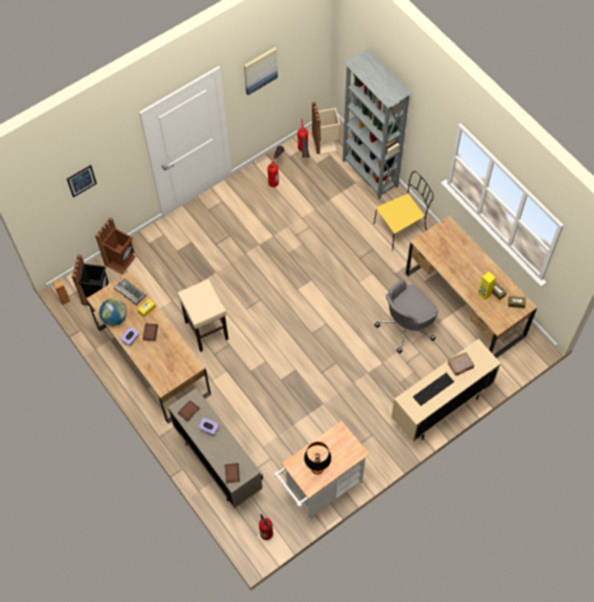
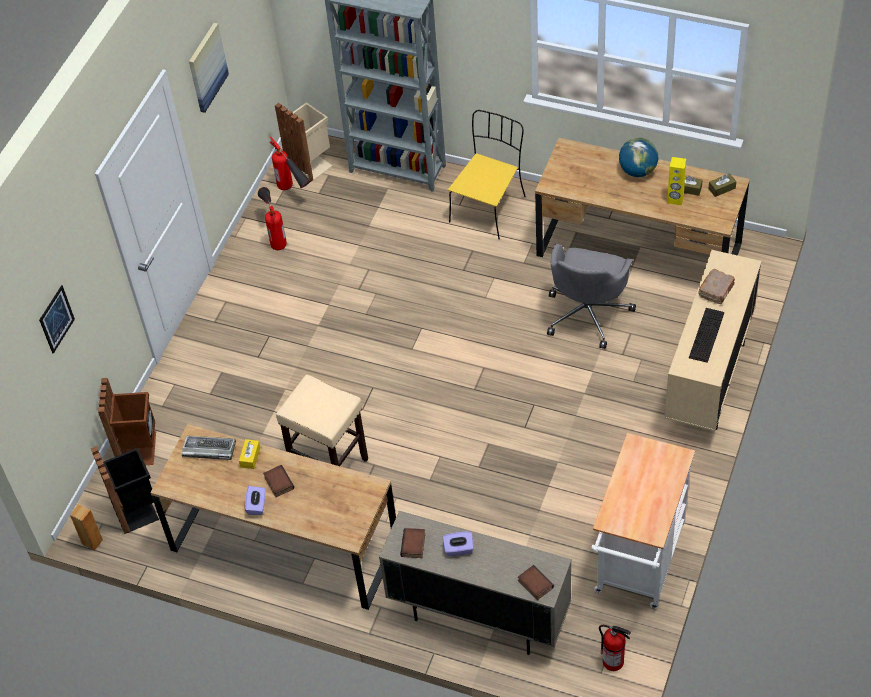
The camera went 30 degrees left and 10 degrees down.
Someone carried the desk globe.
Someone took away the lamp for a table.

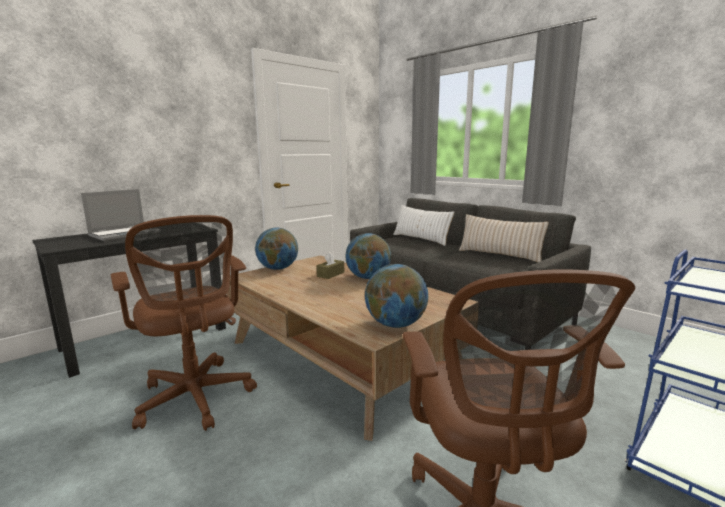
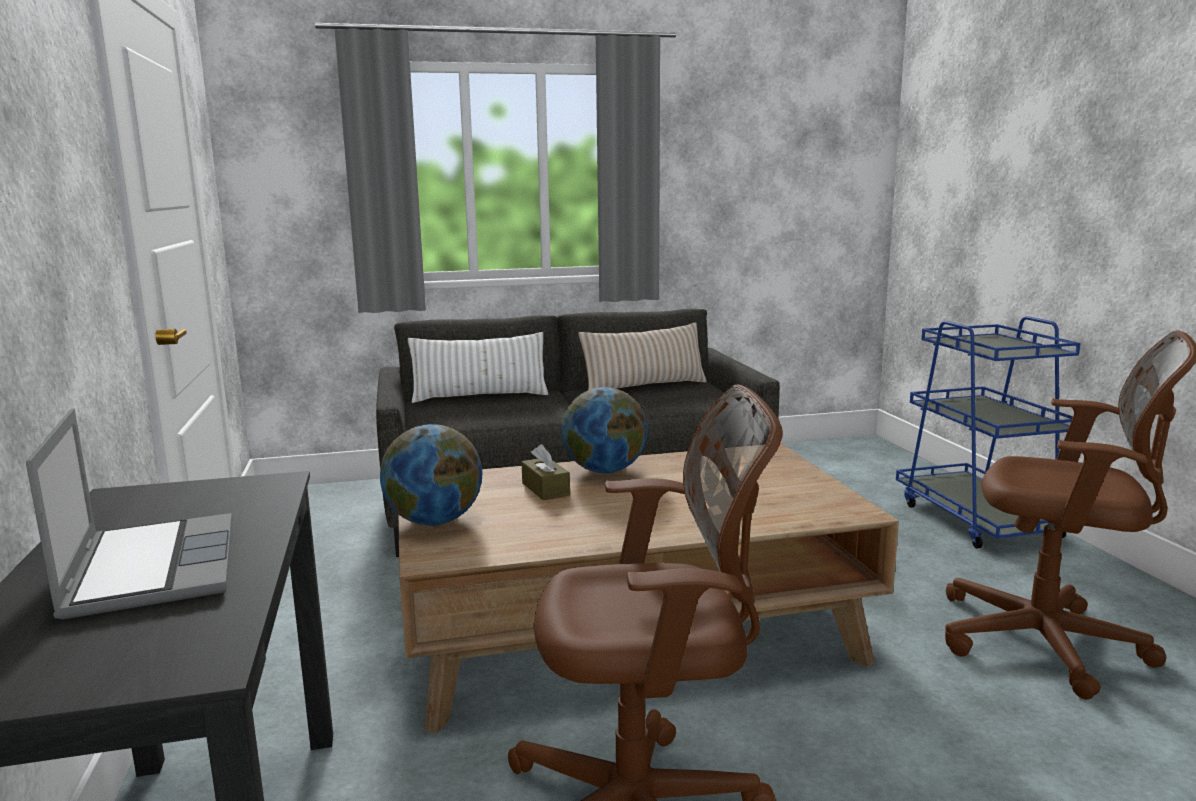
The camera went 60 degrees left and 0 degrees up.
Someone took away the desk globe (3rd from left).

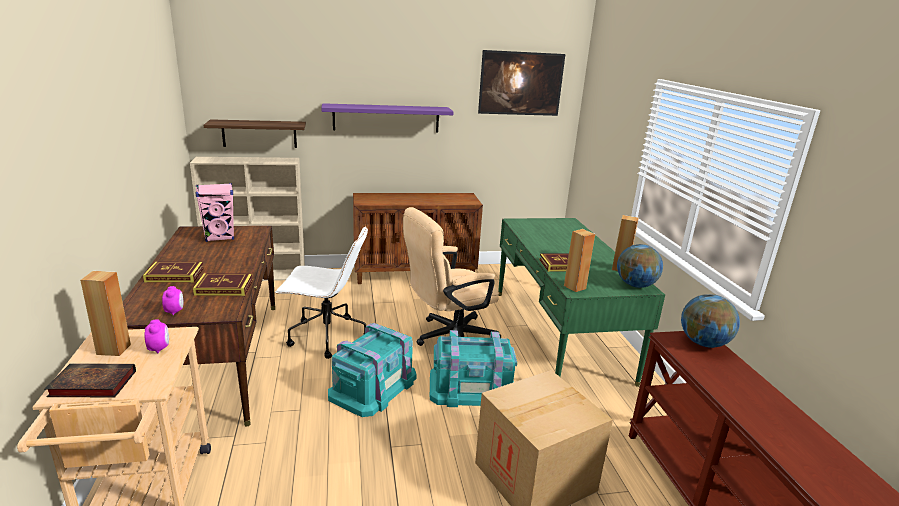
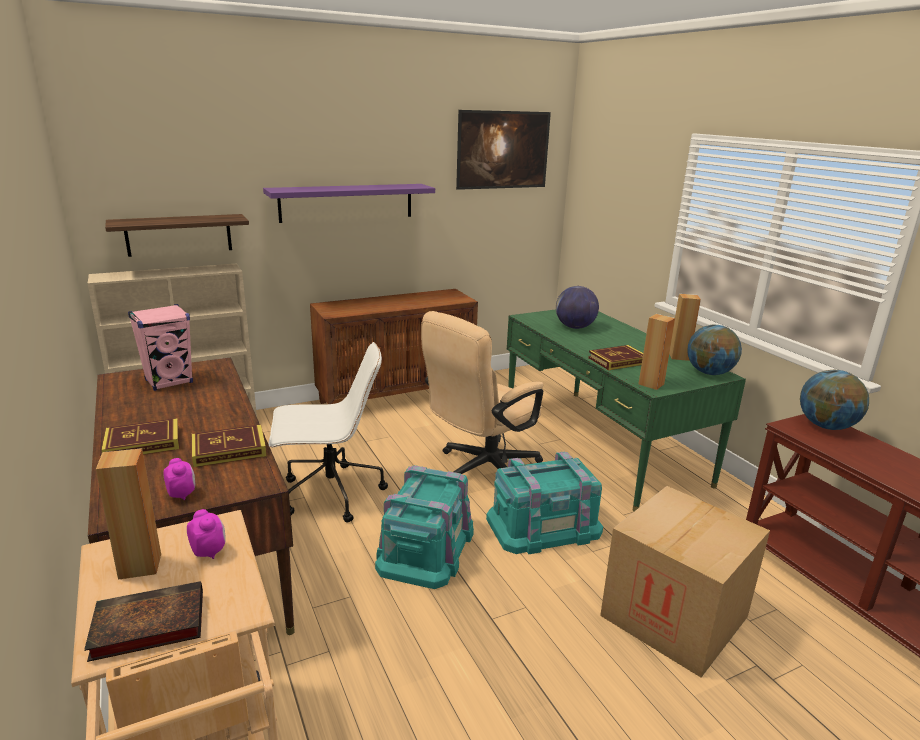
The camera went 15 degrees left and 0 degrees up.
Someone put down the desk globe (1st from left).

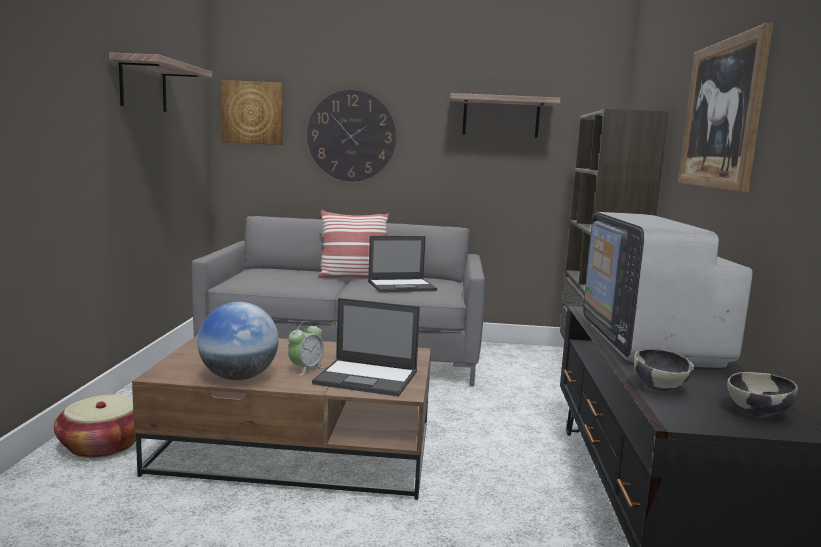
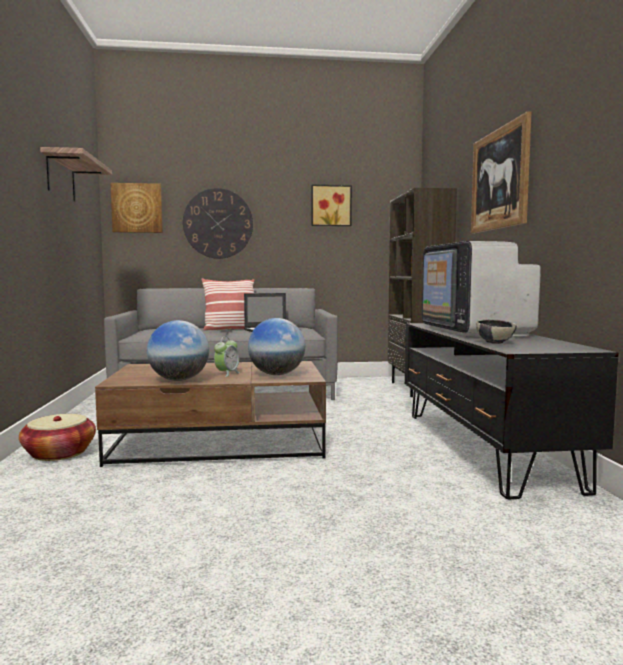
The camera went 10 degrees left and 5 degrees down.
Someone swapped the shelf (2nd from left) for the wall picture (2nd from left).
Someone swapped the portable computer (1st from left) for the desk globe (2nd from left).
Someone took away the serving bowl (2nd from left).

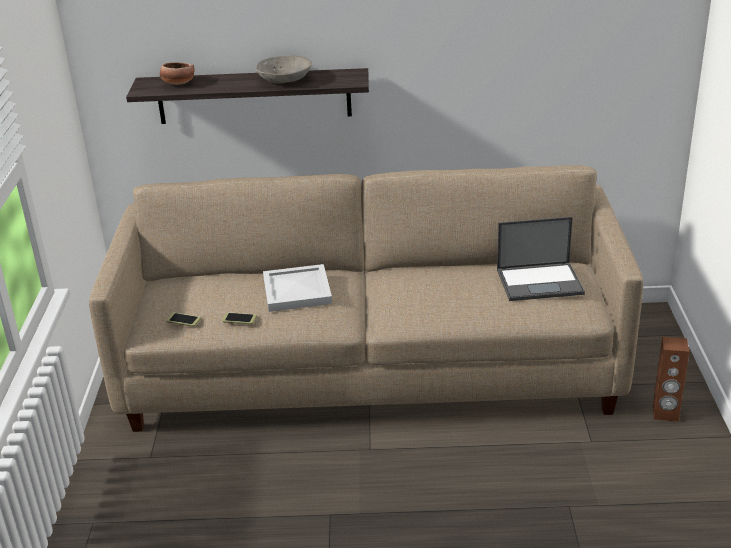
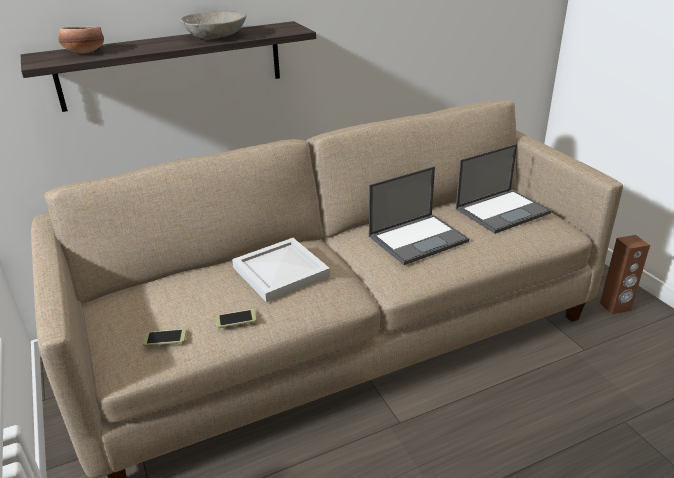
The camera went 25 degrees left and 0 degrees up.
Someone put down the portable computer (1st from left).

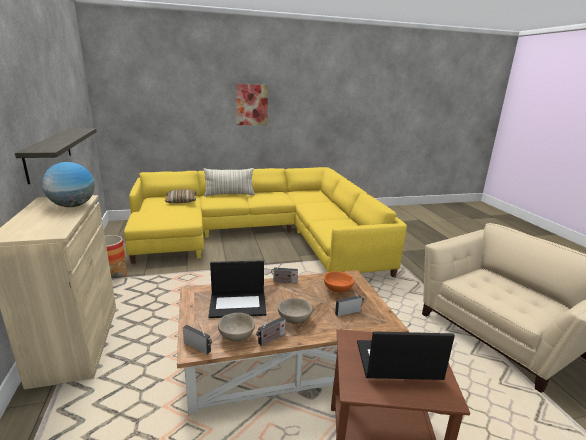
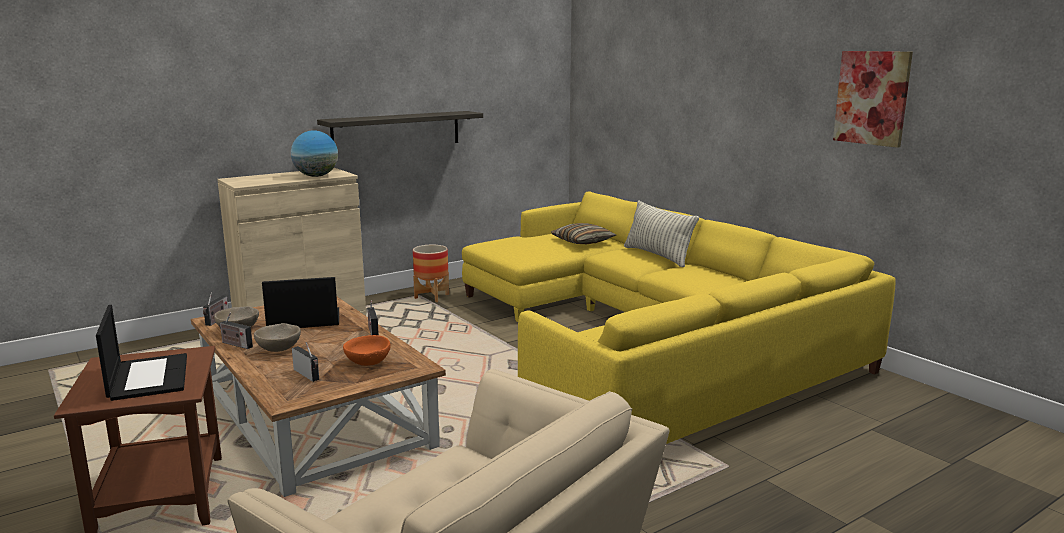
The camera went 70 degrees right and 5 degrees down.
Someone carried the wall picture.
Someone rotated the portable computer (1st from left in the first image) by 105 degrees clockwise.

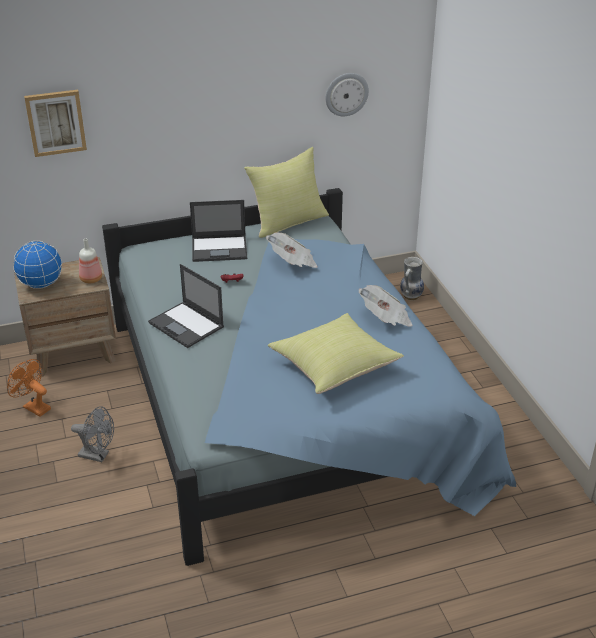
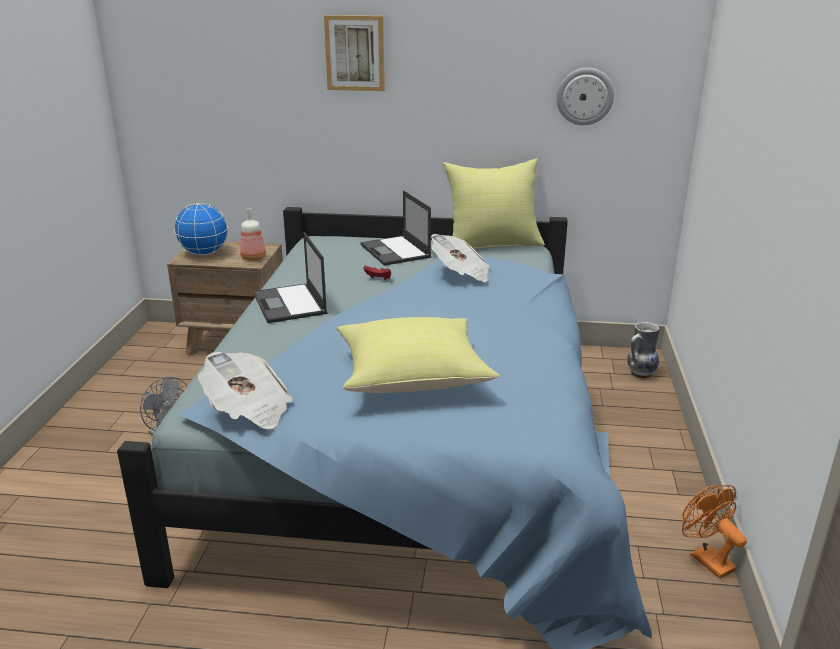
The camera went 25 degrees right and 10 degrees down.
Someone carried the wall picture.
Someone rotated the portable computer (2nd from left) by 45 degrees clockwise.
Someone carried the printed paper (2nd from left in the first image).
Someone carried the orange fan.

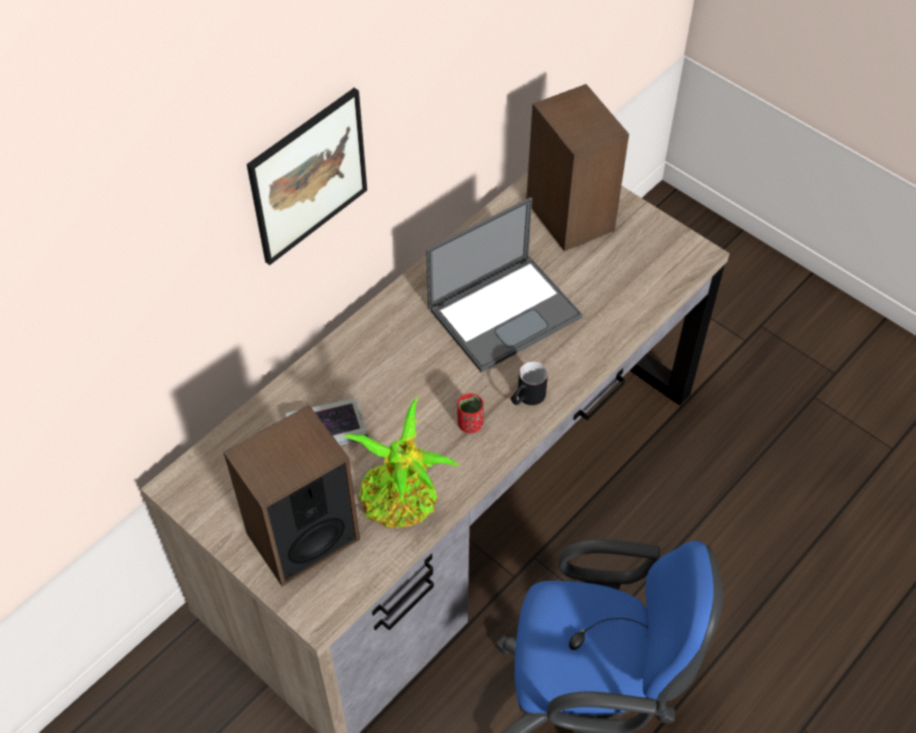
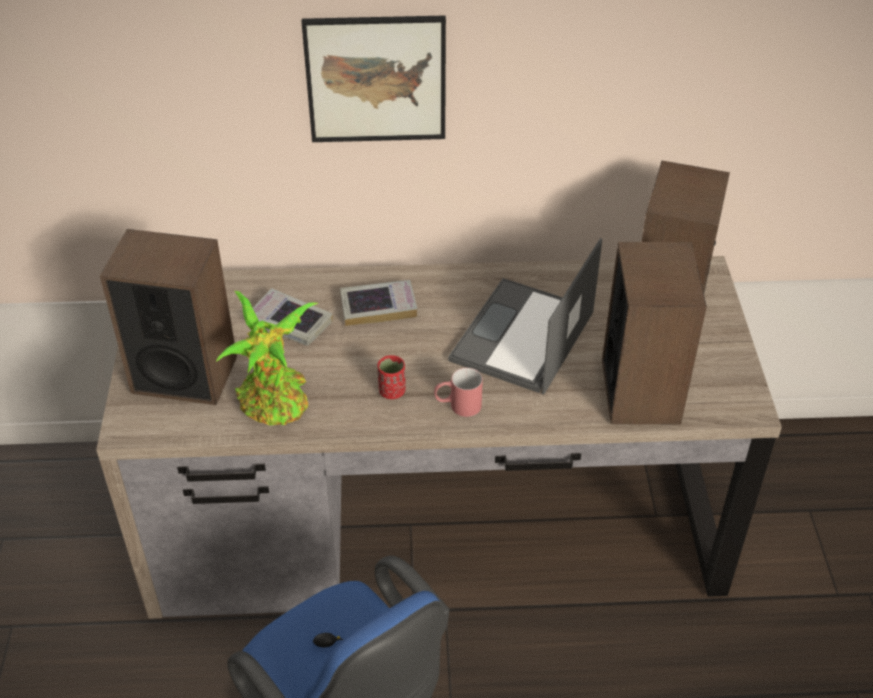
The camera went 45 degrees right and 10 degrees down.
Someone rotated the portable computer by 105 degrees clockwise.
Someone repainted the black-coloured mug, which became the reddish mug.
Someone put down the audio speaker (2nd from left).
Someone put down the book (2nd from left).

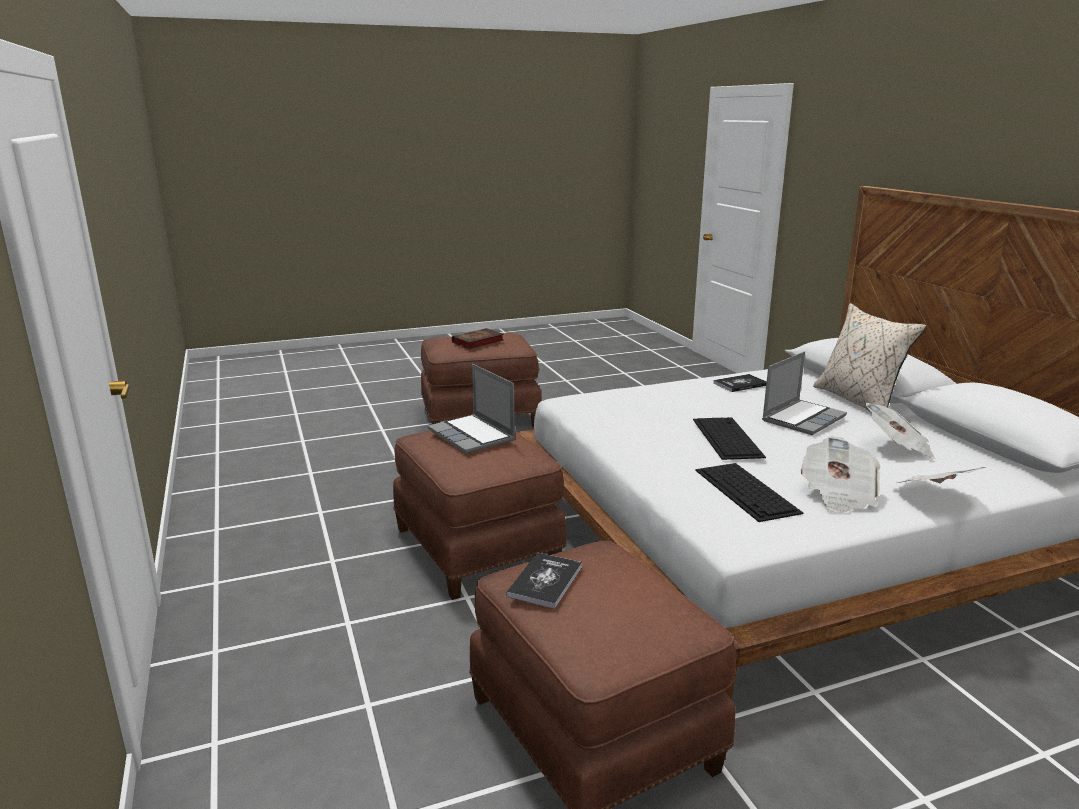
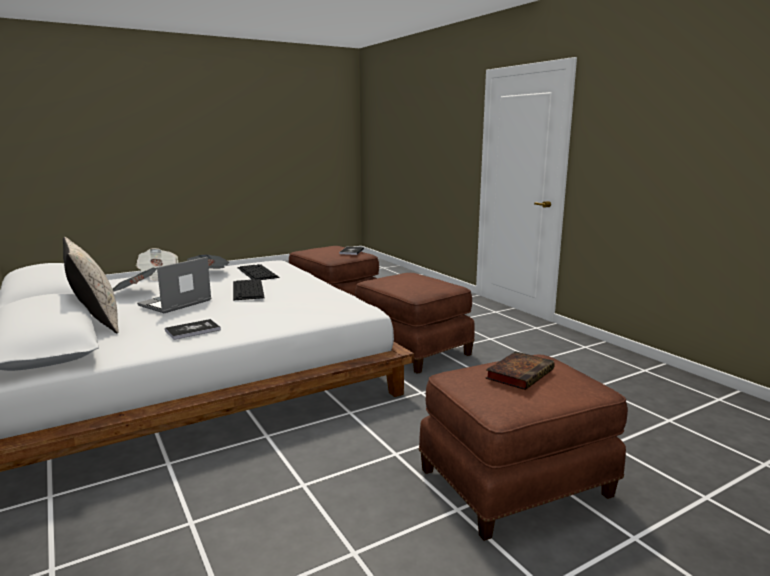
The camera went 170 degrees right and 5 degrees down.
Someone took away the portable computer (1st from left).

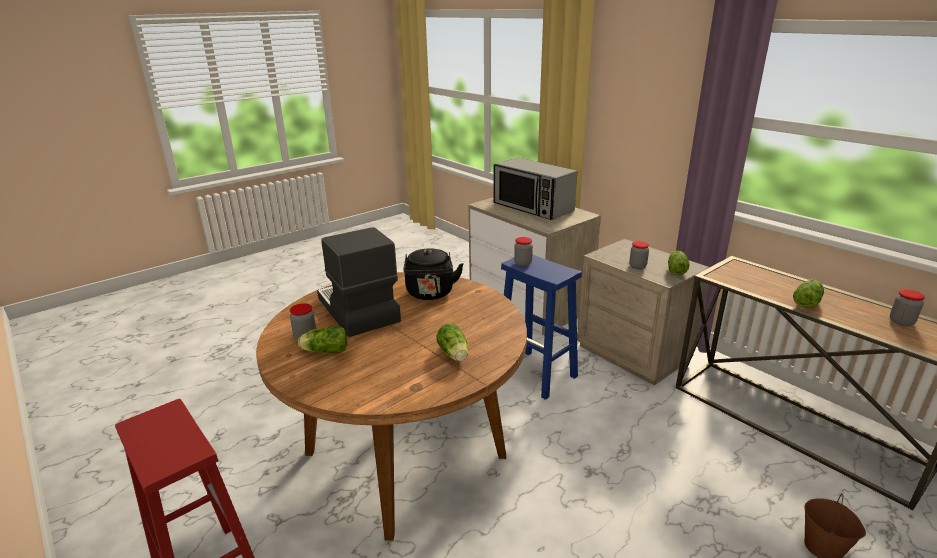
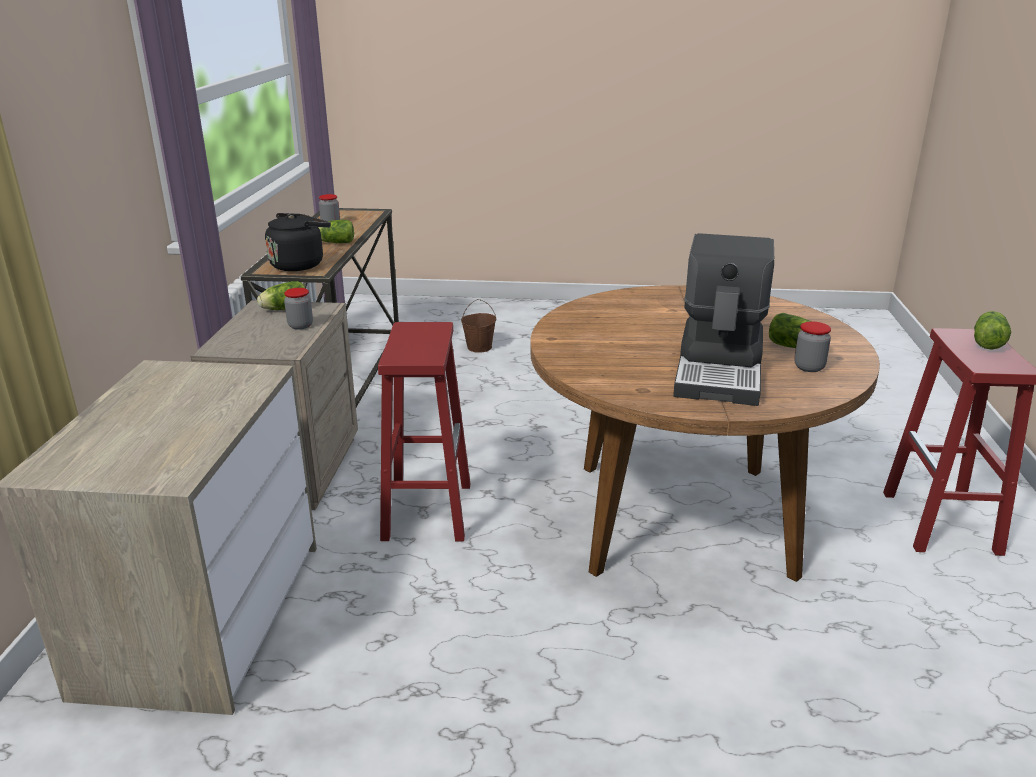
The camera went 135 degrees left and 0 degrees up.
Someone took away the microwave oven.
Someone took away the storage jar (2nd from left).
Someone carried the black-coloured water kettle.
Someone repainted the blue-coloured stool seat, which became the reddish stool seat (1st from left).
Someone carried the lettuce head (2nd from left in the first image).

